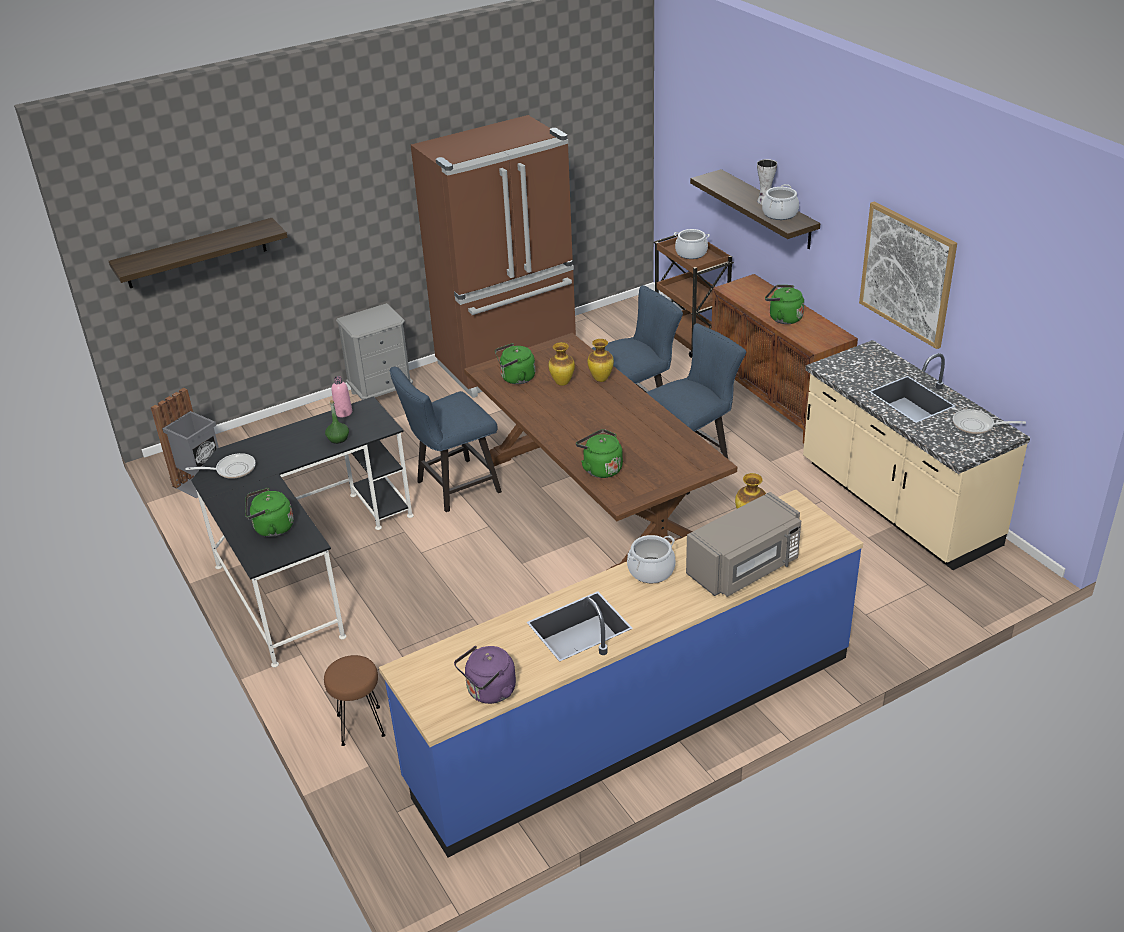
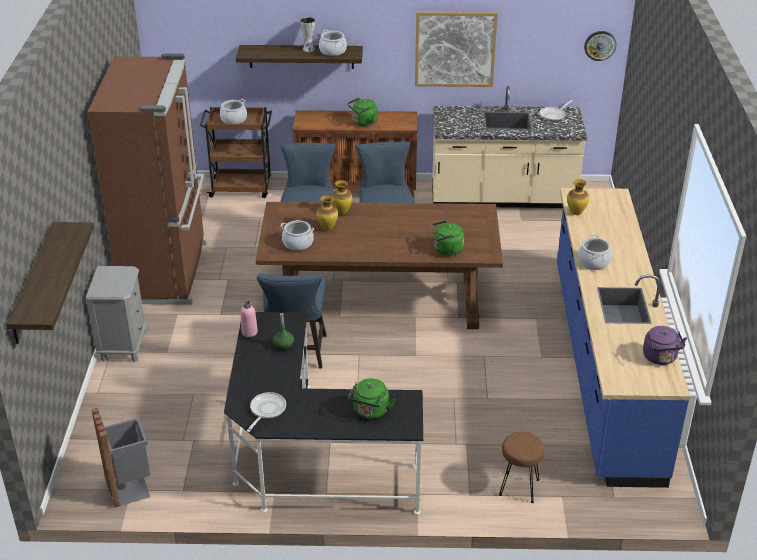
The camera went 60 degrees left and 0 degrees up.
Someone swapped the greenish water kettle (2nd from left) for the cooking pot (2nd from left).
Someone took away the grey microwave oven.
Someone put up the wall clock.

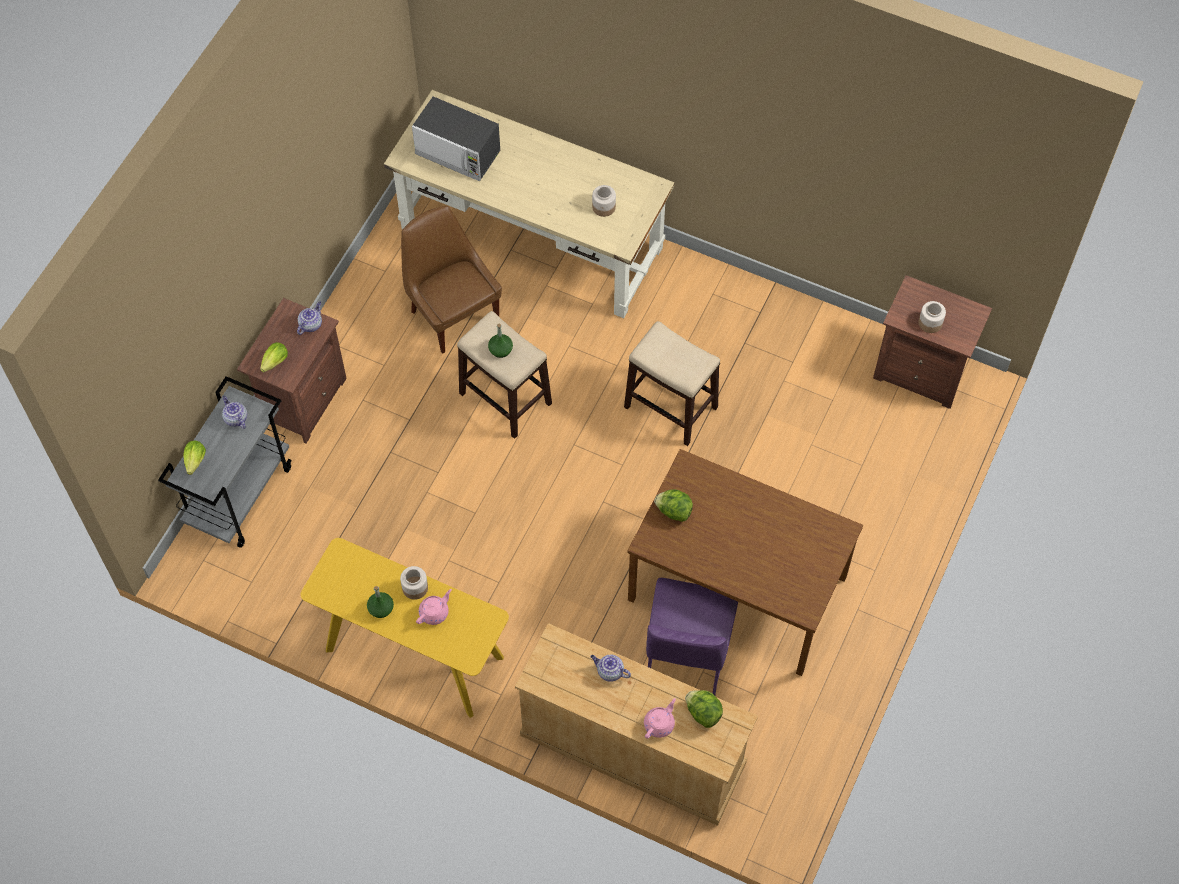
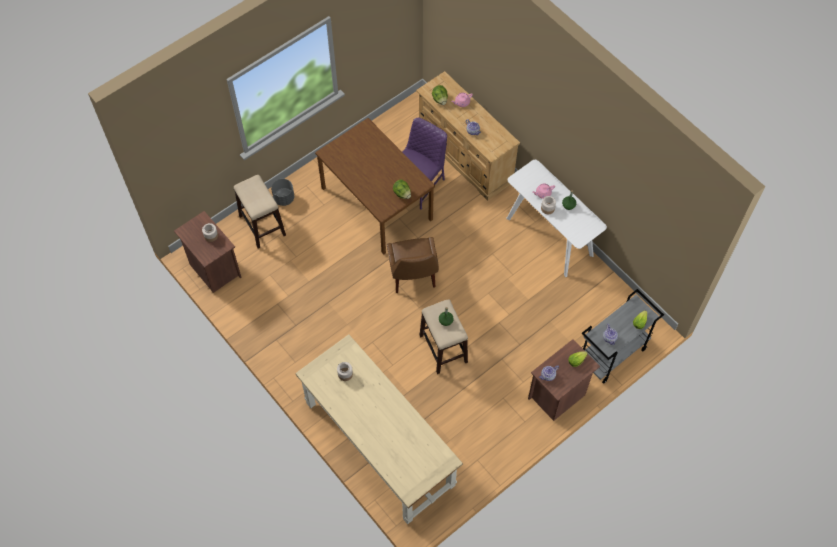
The camera went 155 degrees left and 0 degrees up.
Someone took away the microwave oven.
Someone carried the brown-coloured plain chair.
Someone carried the stool seat (2nd from left in the first image).
Someone repainted the yellowish console table, which became the whitish console table.
Someone put down the grey flower pot.

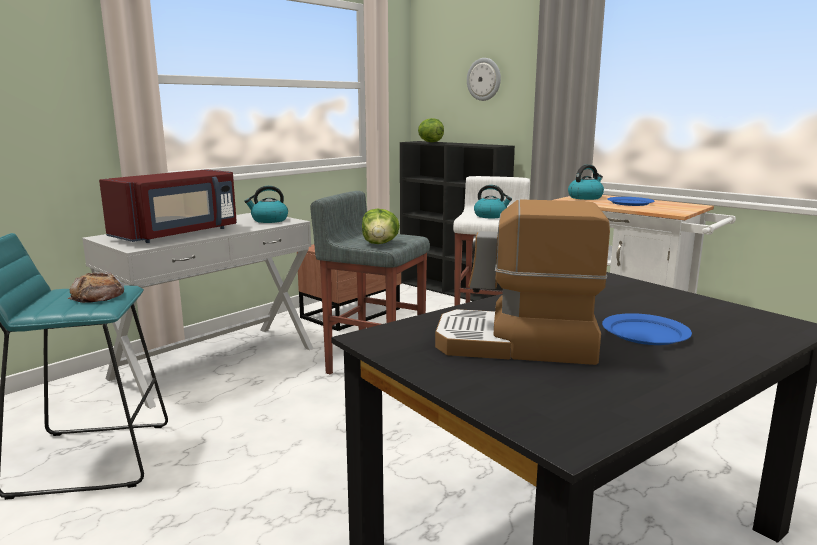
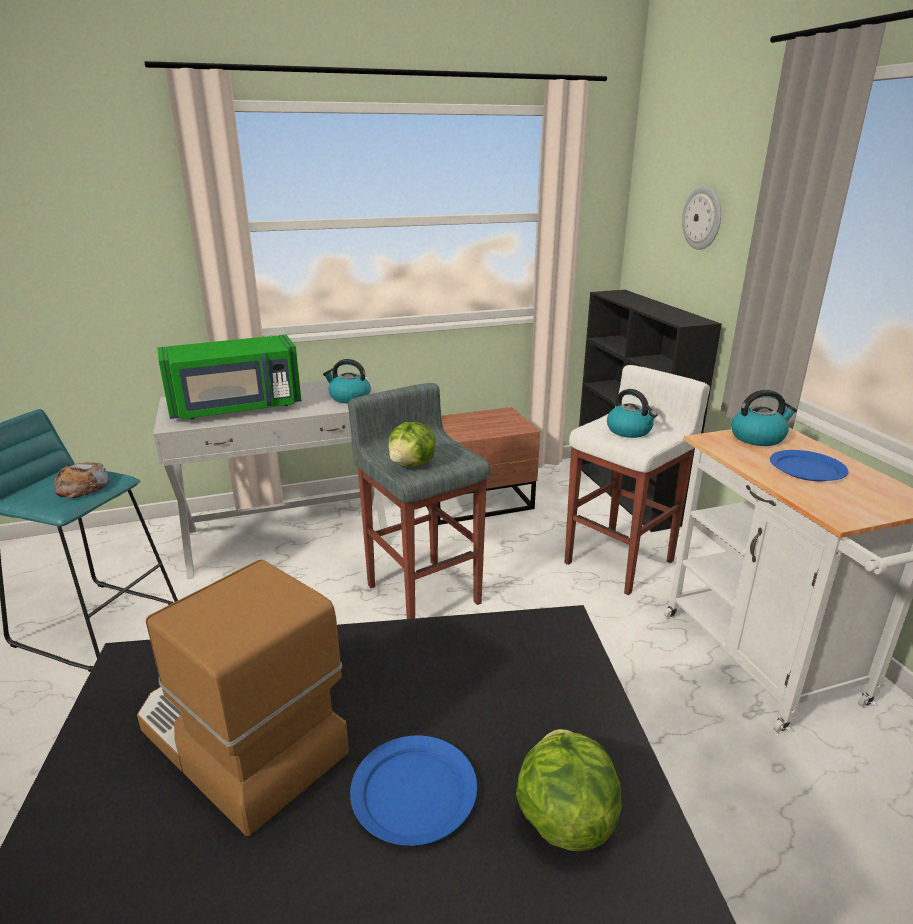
The camera went 30 degrees right and 10 degrees up.
Someone carried the lettuce head (2nd from left).
Someone repainted the reddish microwave oven, which became the greenish microwave oven.

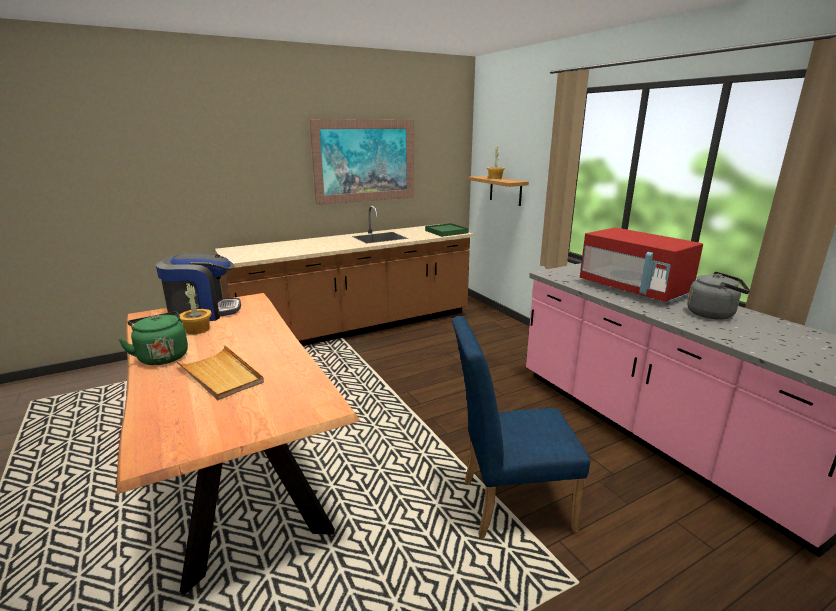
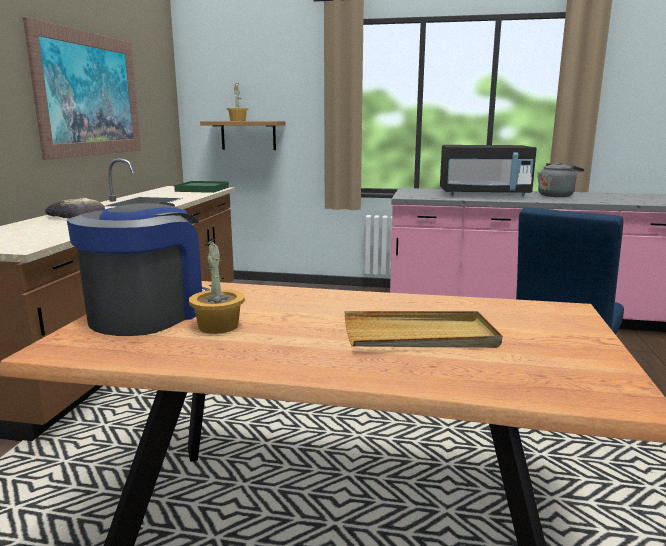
The camera went 50 degrees left and 5 degrees down.
Someone repainted the reddish microwave oven, which became the black-coloured microwave oven.
Someone took away the greenish water kettle.
Someone put down the baked bread.

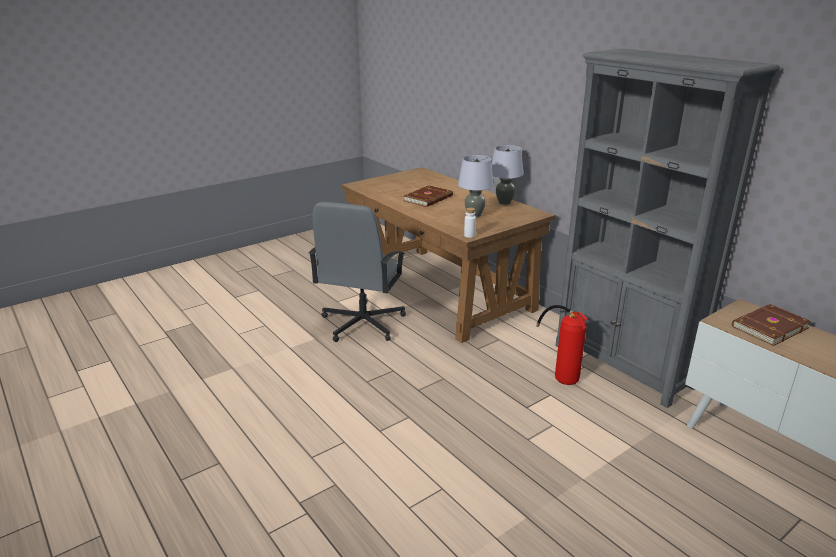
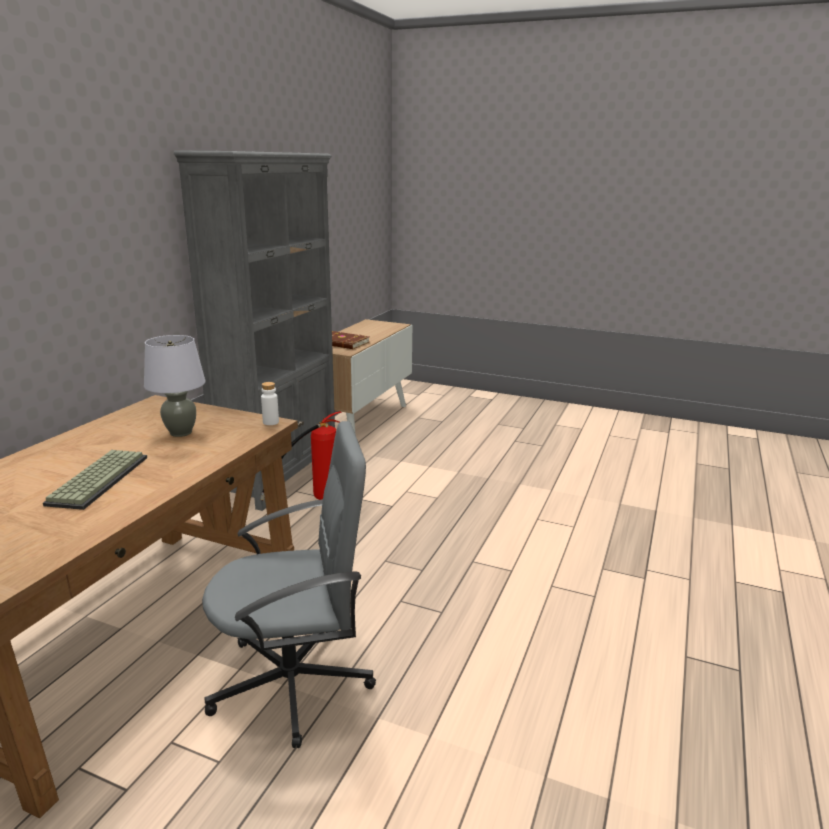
The camera went 120 degrees left and 5 degrees down.
Someone took away the grey lamp for a table (2nd from left).
Someone swapped the brown-coloured book (1st from left) for the keyboard.

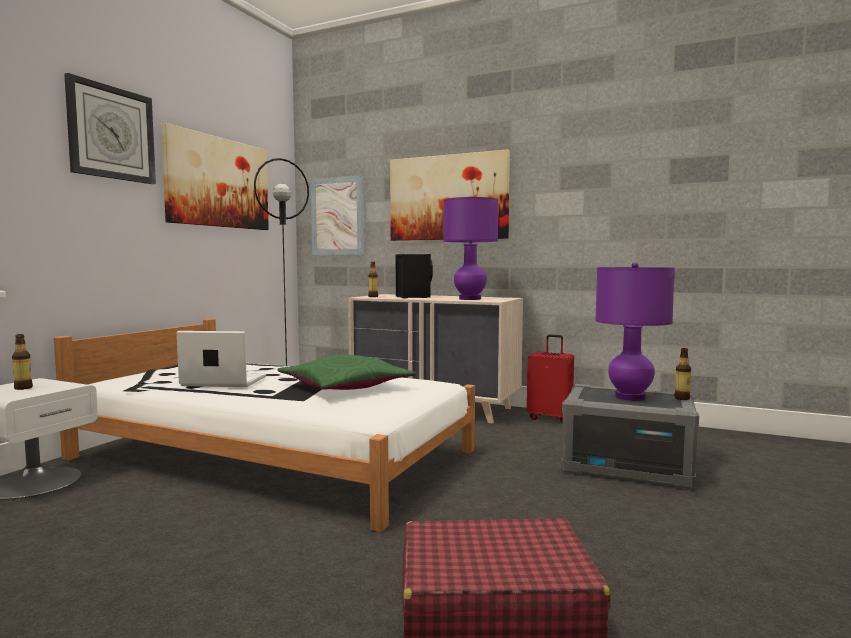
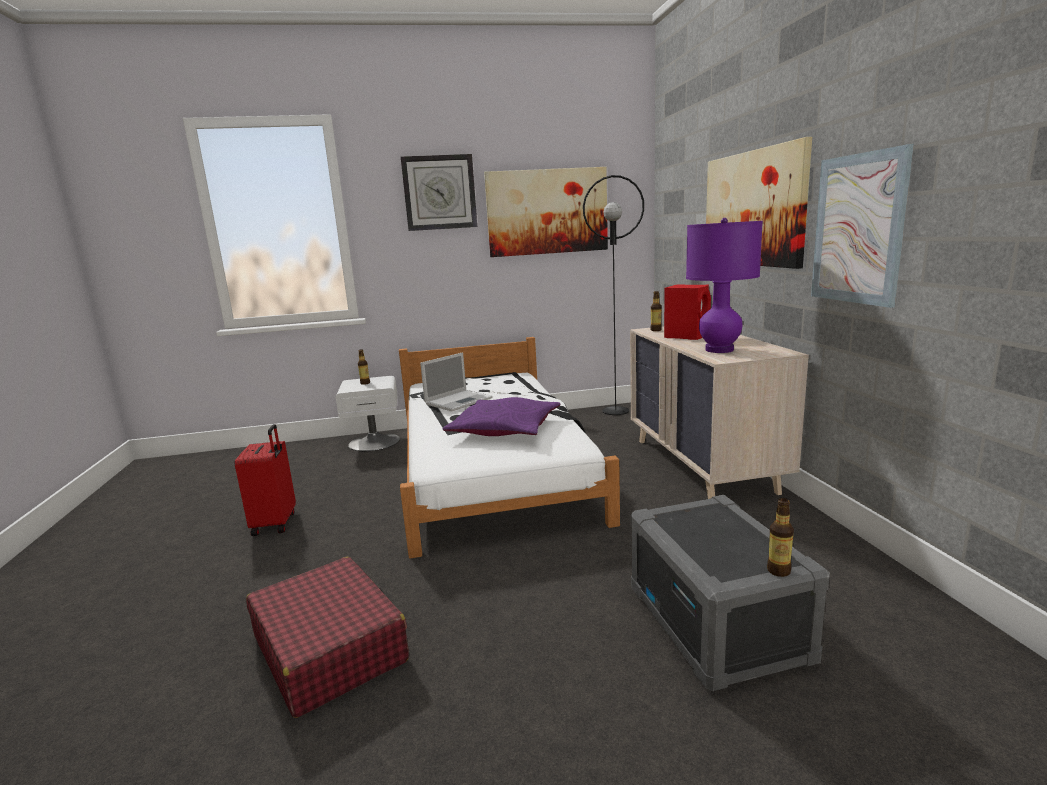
The camera went 55 degrees right and 10 degrees up.
Someone carried the wall picture (2nd from left in the first image).
Someone repainted the black-coloured audio speaker, which became the reddish audio speaker.
Someone took away the purple-coloured lamp for a table (2nd from left).
Someone rotated the portable computer by 75 degrees clockwise.
Someone carried the reddish piece of luggage (2nd from left in the first image).
Someone repainted the greenish pillow, which became the purple-coloured pillow.

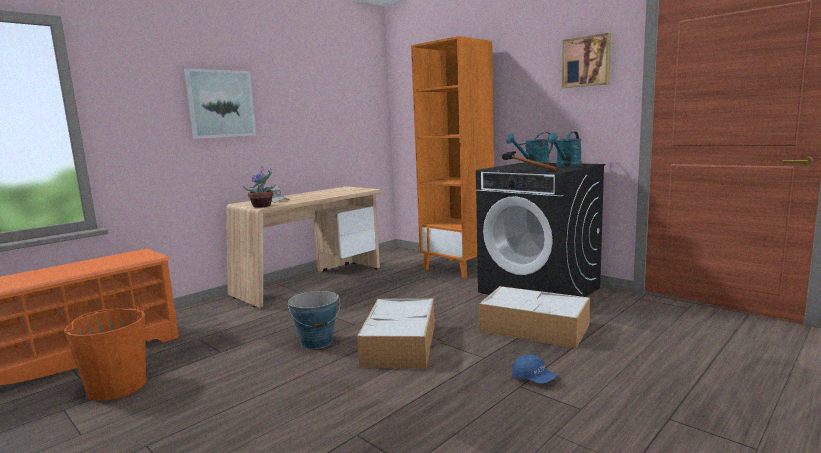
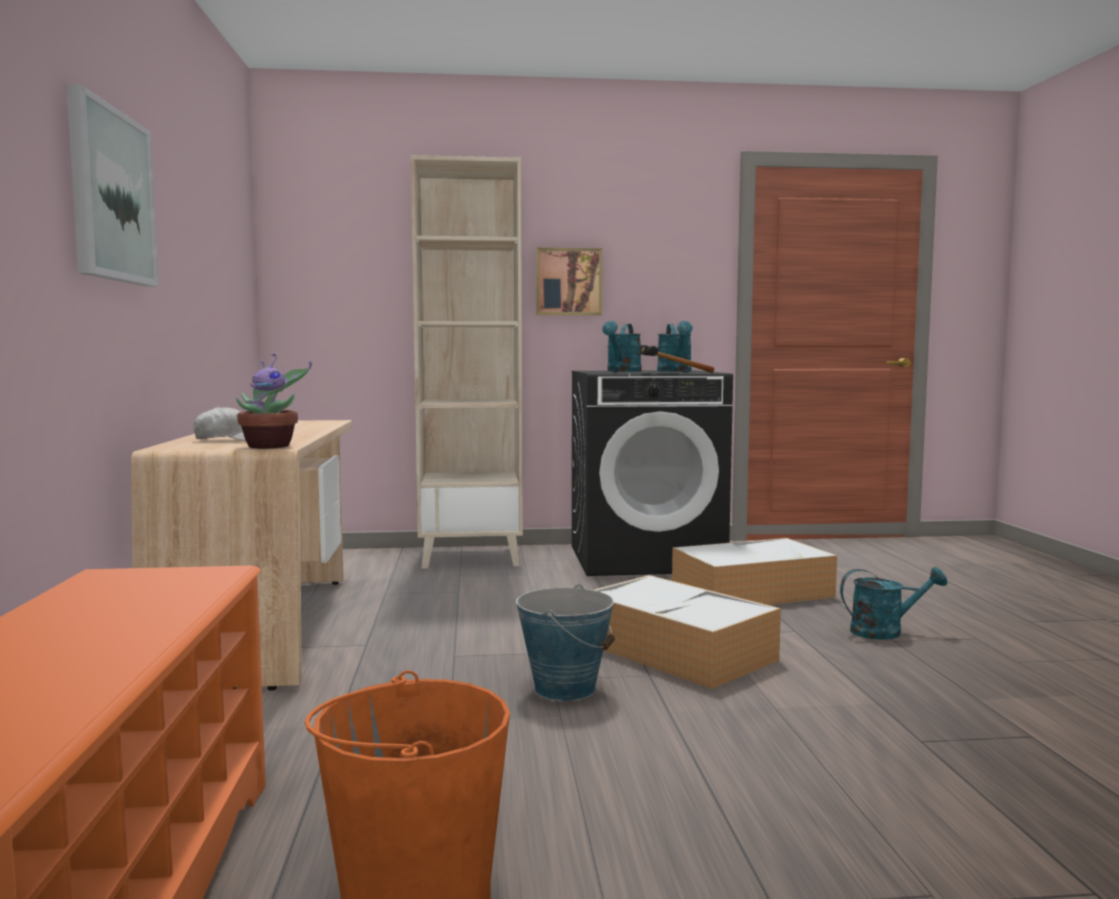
The camera went 50 degrees left and 5 degrees down.
Someone carried the wall picture (2nd from left).
Someone repainted the orange bookcase, which became the sand-coloured bookcase.
Someone swapped the blue-coloured baseball cap for the turquoise-coloured watering pot (3rd from left).

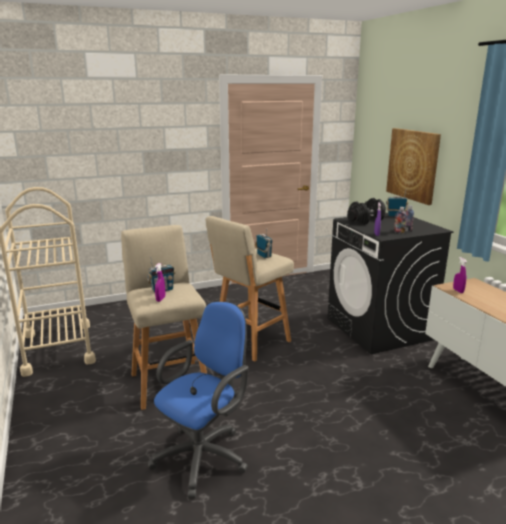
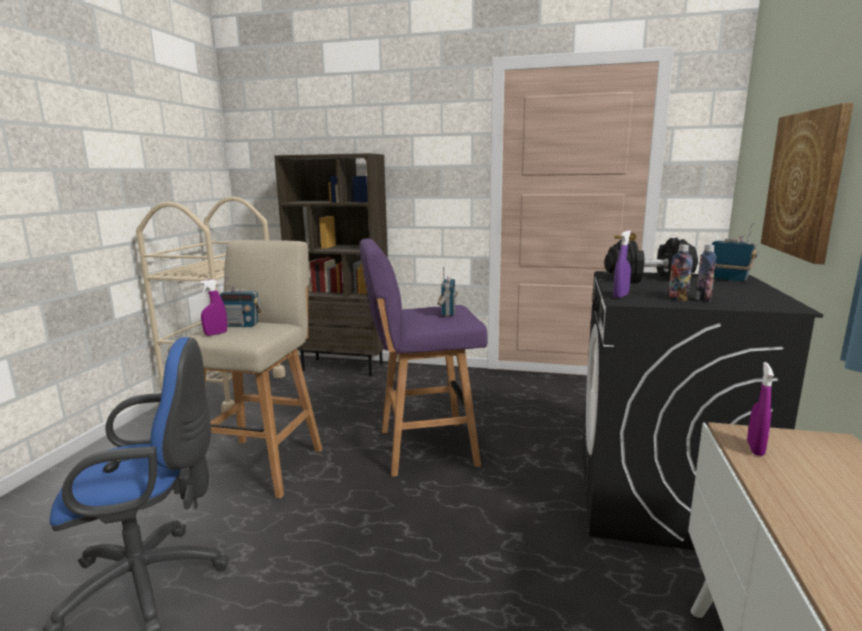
The camera went 35 degrees right and 5 degrees down.
Someone repainted the sand-coloured stool seat (2nd from left), which became the purple-coloured stool seat.
Someone put down the brown-coloured bookcase.

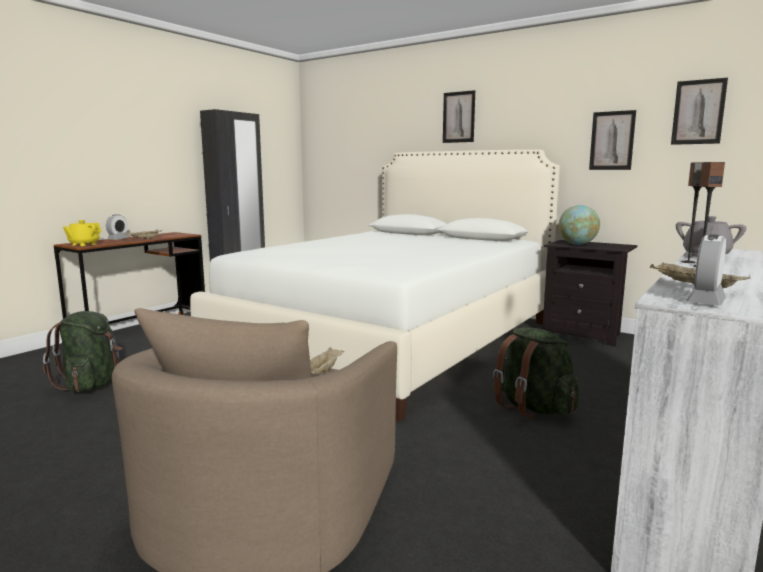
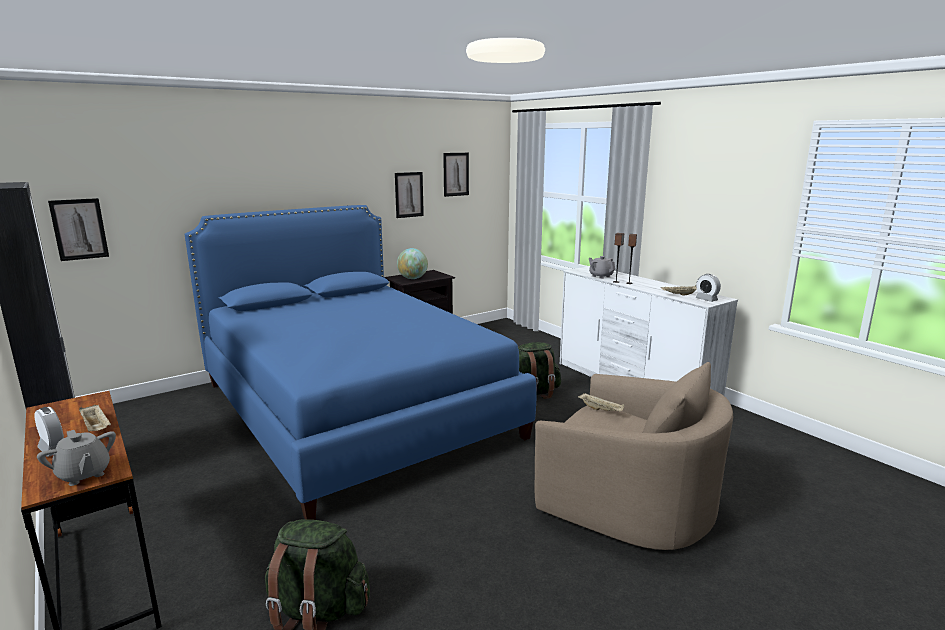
The camera went 70 degrees left and 5 degrees up.
Someone carried the wall picture (1st from left).
Someone repainted the whitish bedroom bed, which became the blue-coloured bedroom bed.
Someone repainted the yellowish tea pot, which became the grey tea pot (1st from left).

